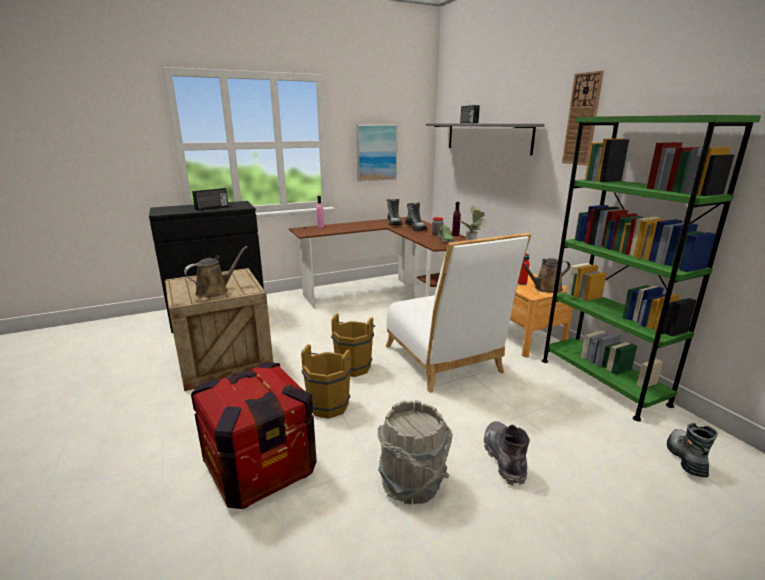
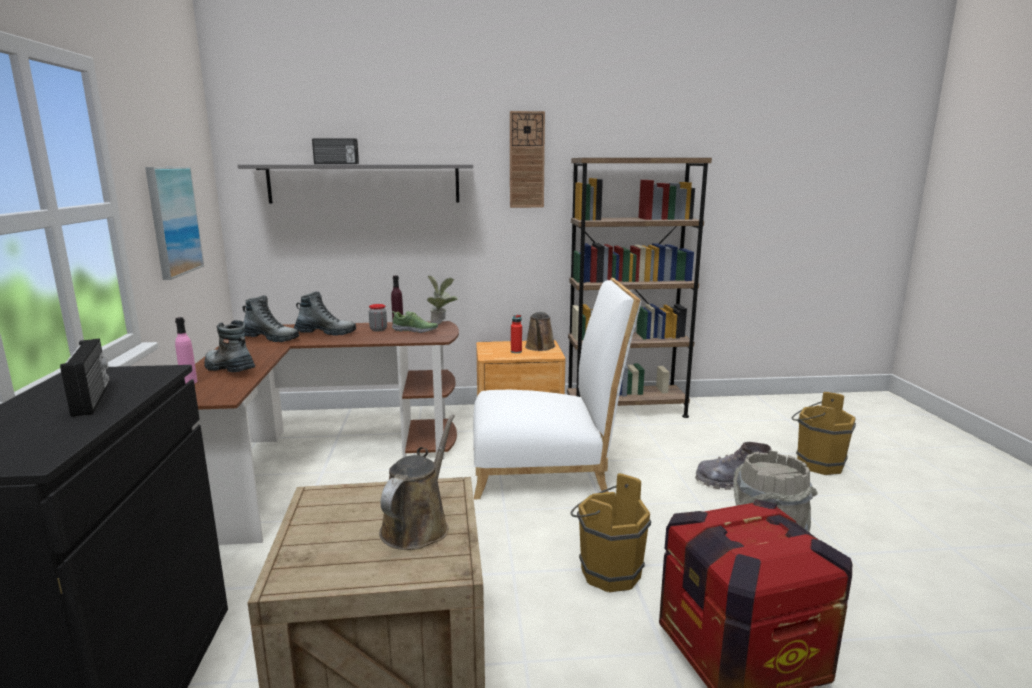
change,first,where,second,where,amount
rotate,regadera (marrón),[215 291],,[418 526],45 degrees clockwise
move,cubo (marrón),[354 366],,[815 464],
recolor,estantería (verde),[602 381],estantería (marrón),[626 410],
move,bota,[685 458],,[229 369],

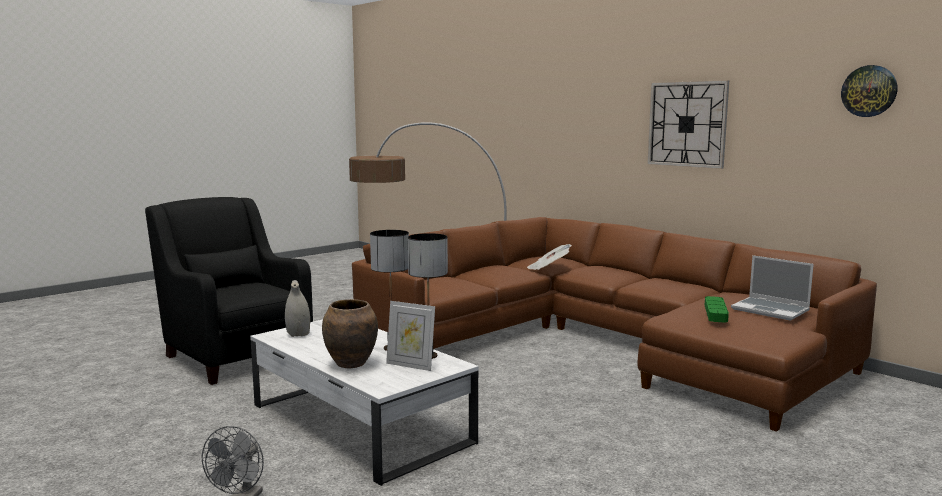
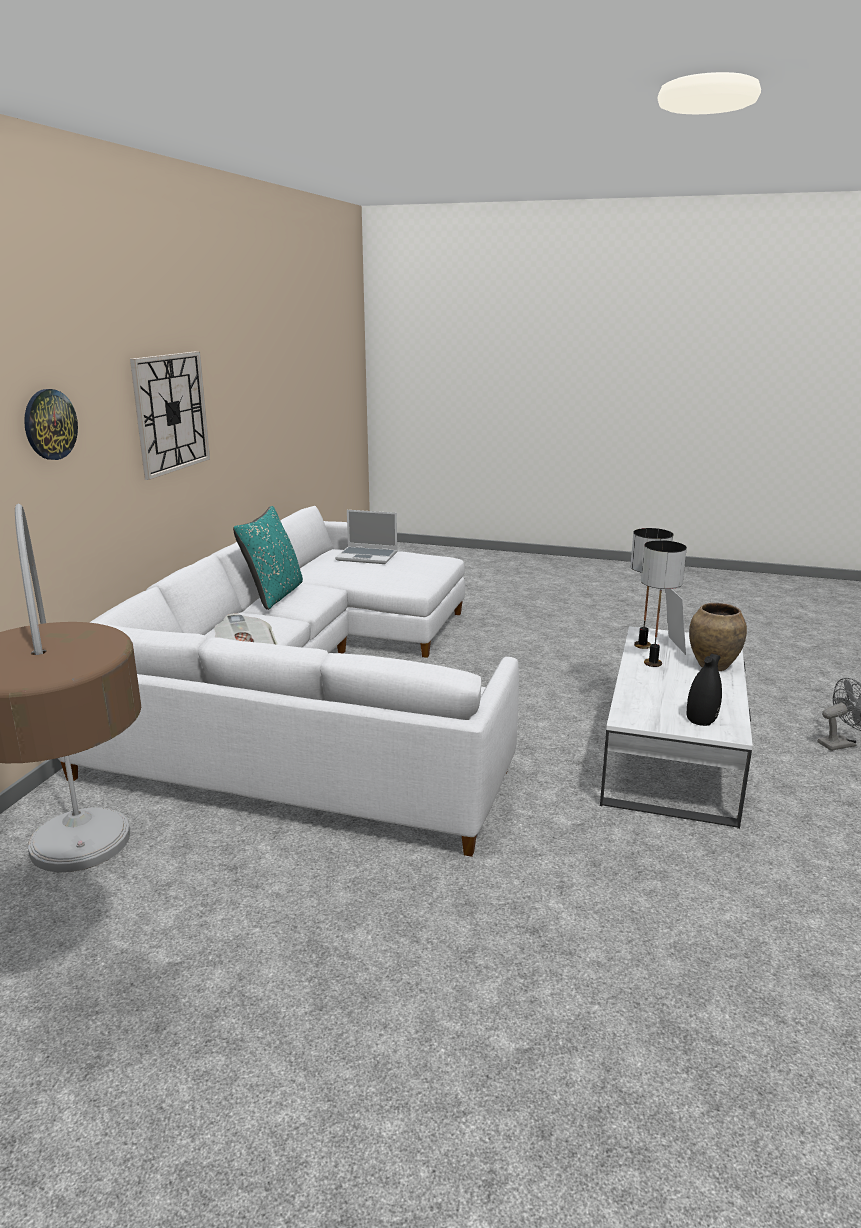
change,first,where,second,where,amount
delete,sillón (negro),[236 355],,,
recolor,florero (blanco),[298 334],florero (negro),[702 719],
recolor,sofá (marrón),[601 343],sofá (blanco),[310 692],
delete,bandeja (verde),[715 313],,,
rotate,portátil,[771 310],,[368 556],90 degrees clockwise
move,reloj de pared,[869 91],,[49 424],
insert,,,cojín (turquesa),[274 595],

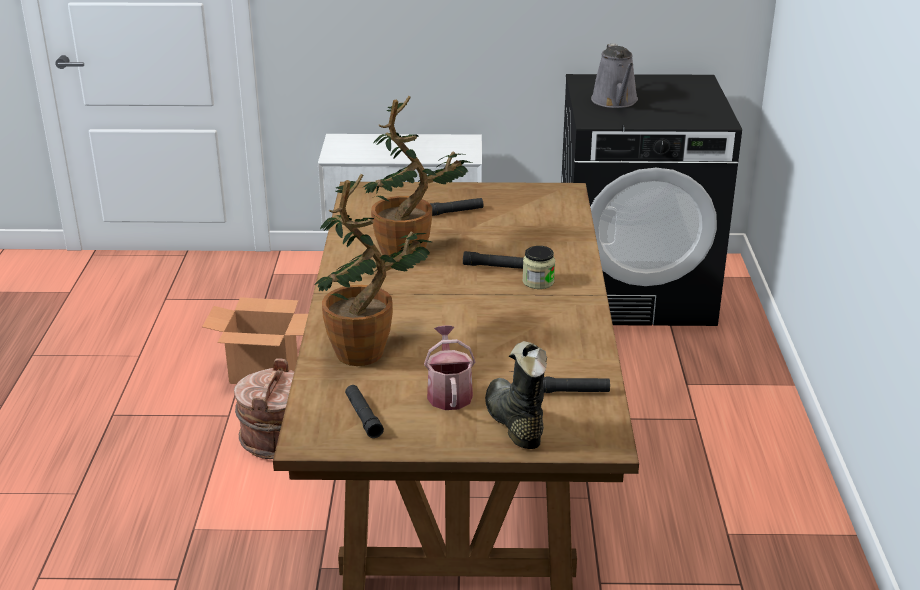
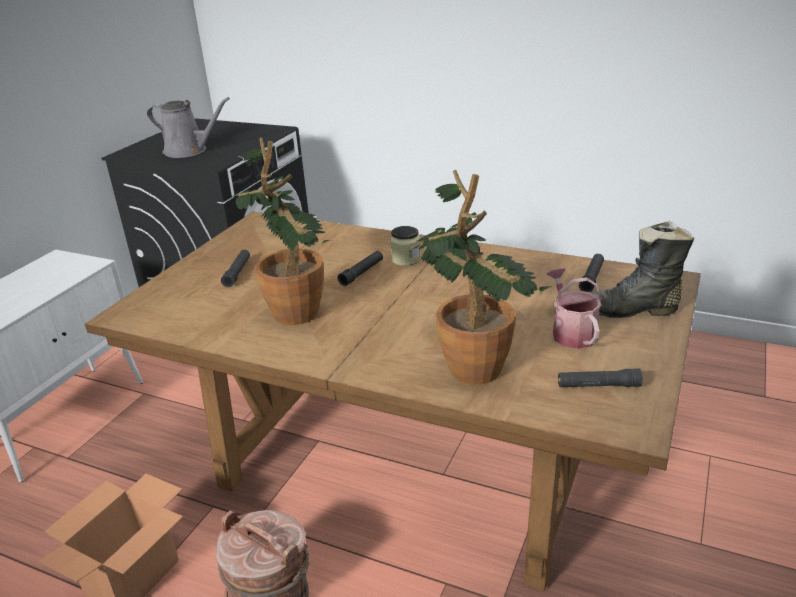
change,first,where,second,where,amount
rotate,regadera,[449 392],,[571 332],60 degrees clockwise

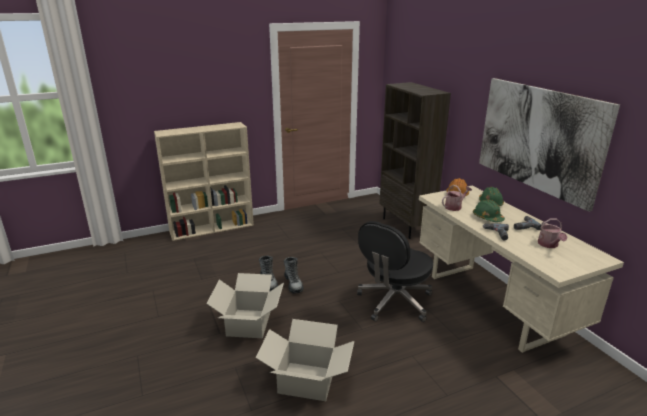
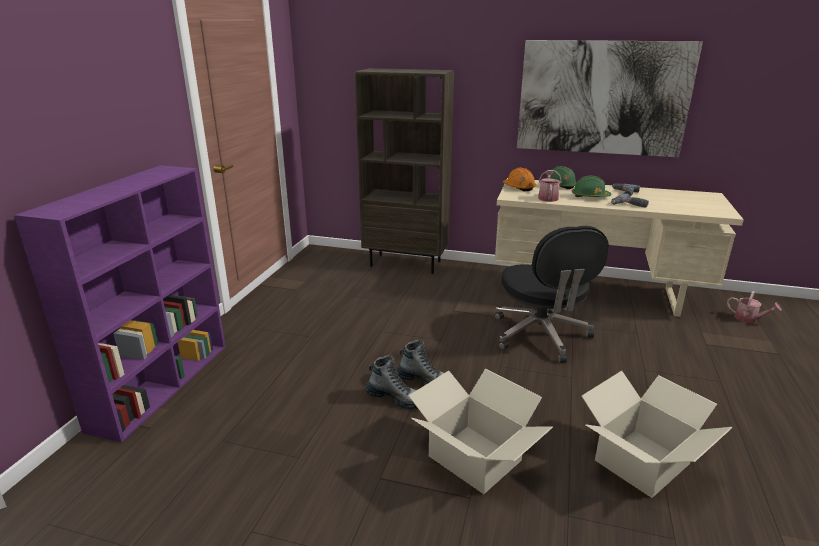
change,first,where,second,where,amount
recolor,estantería (beis),[212 228],estantería (morado),[163 384],
move,regadera,[549 245],,[749 319],

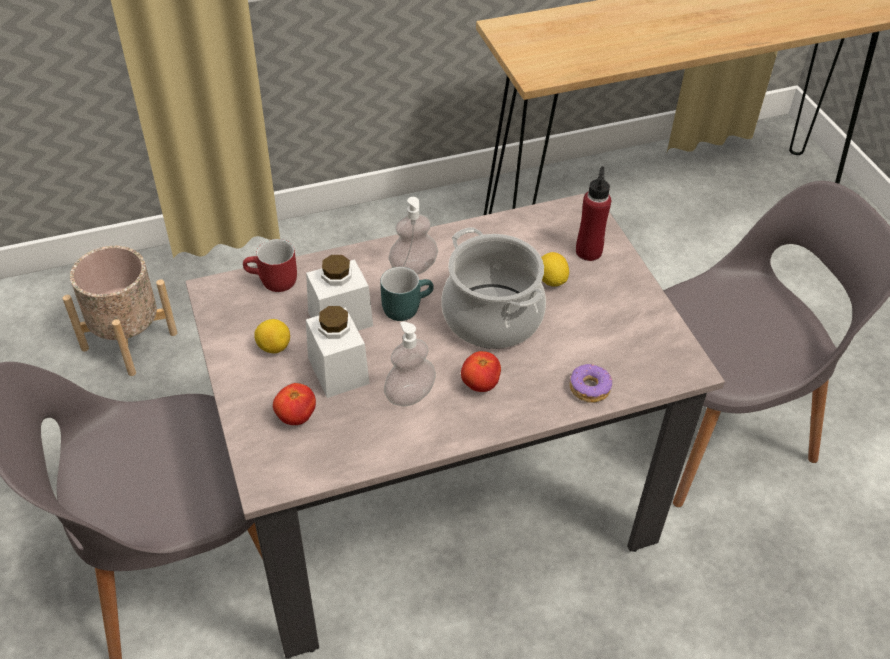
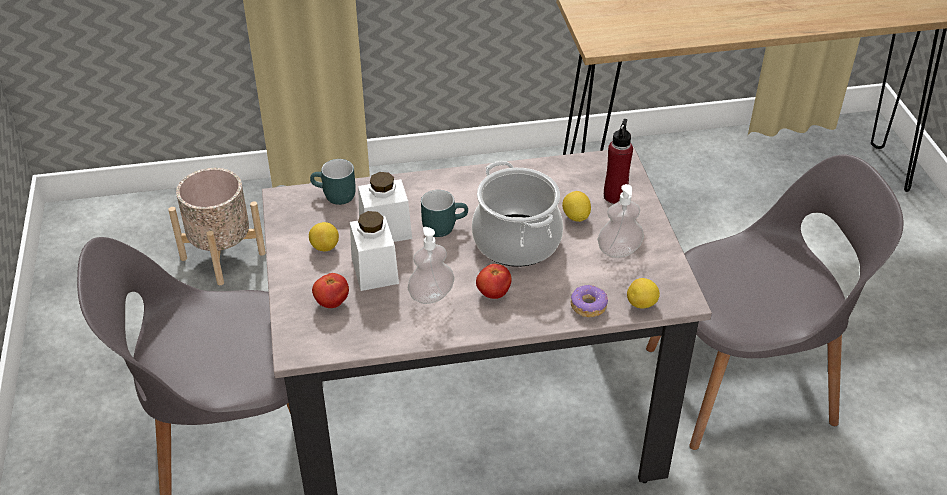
change,first,where,second,where,amount
recolor,taza grande (rojo),[272 282],taza grande (turquesa),[334 197],
move,dispensador de jabón,[413 268],,[619 250],
insert,,,limón,[641 304],

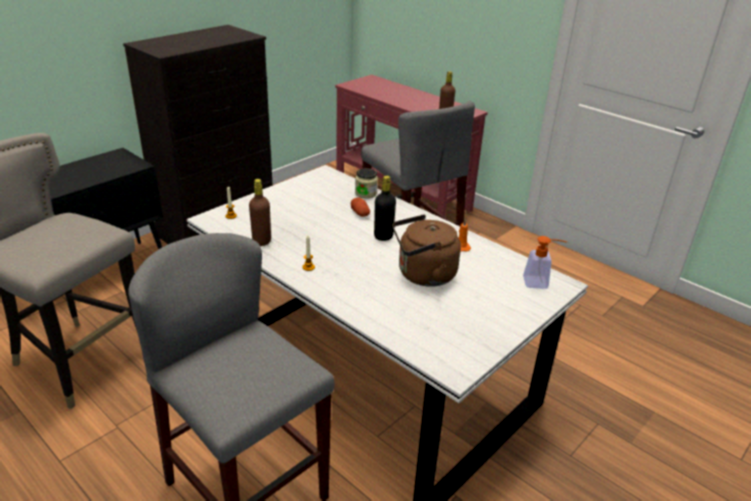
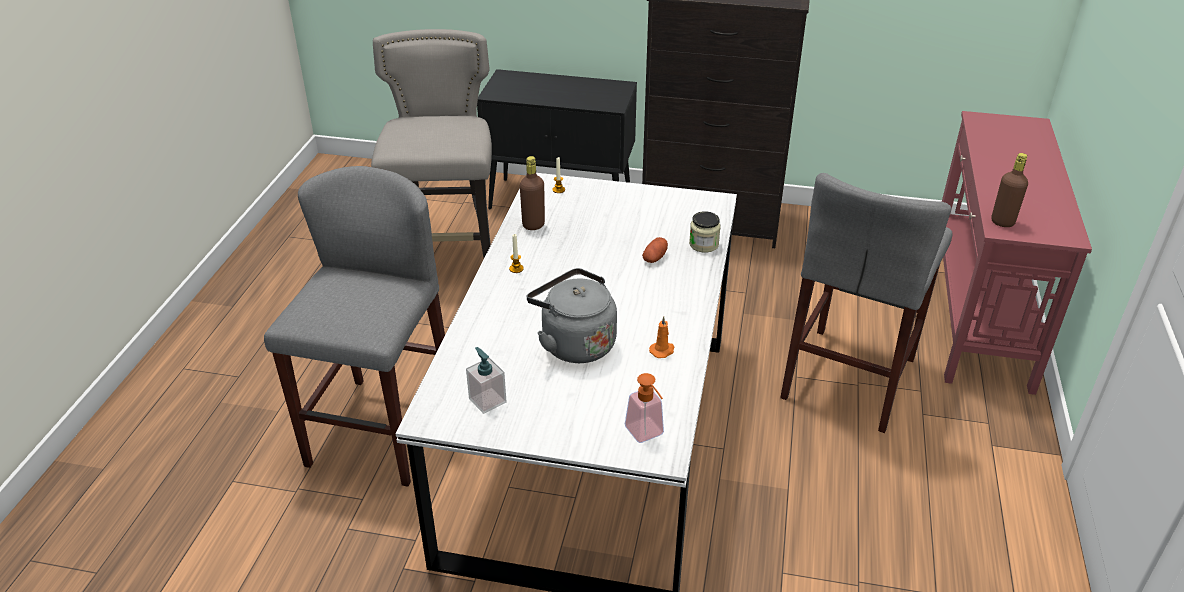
change,first,where,second,where,amount
delete,botella (negro),[383 236],,,
recolor,hervidor (marrón),[423 275],hervidor (gris),[574 343],
insert,,,dispensador de jabón,[487 400],

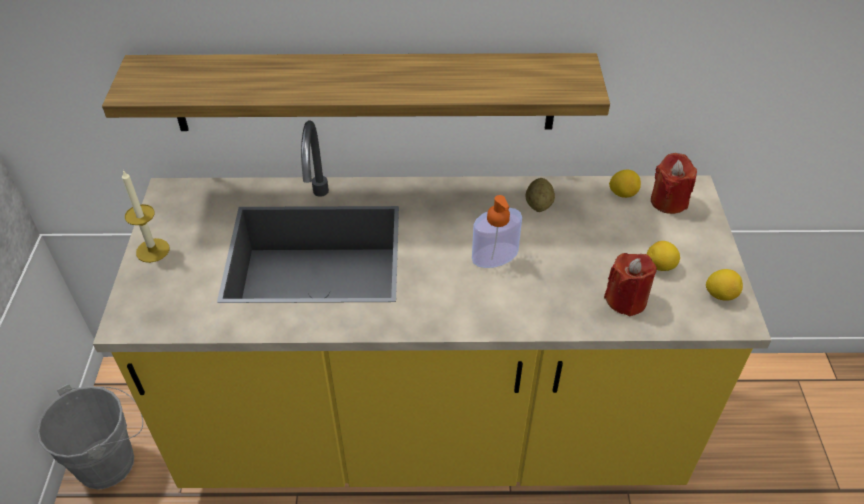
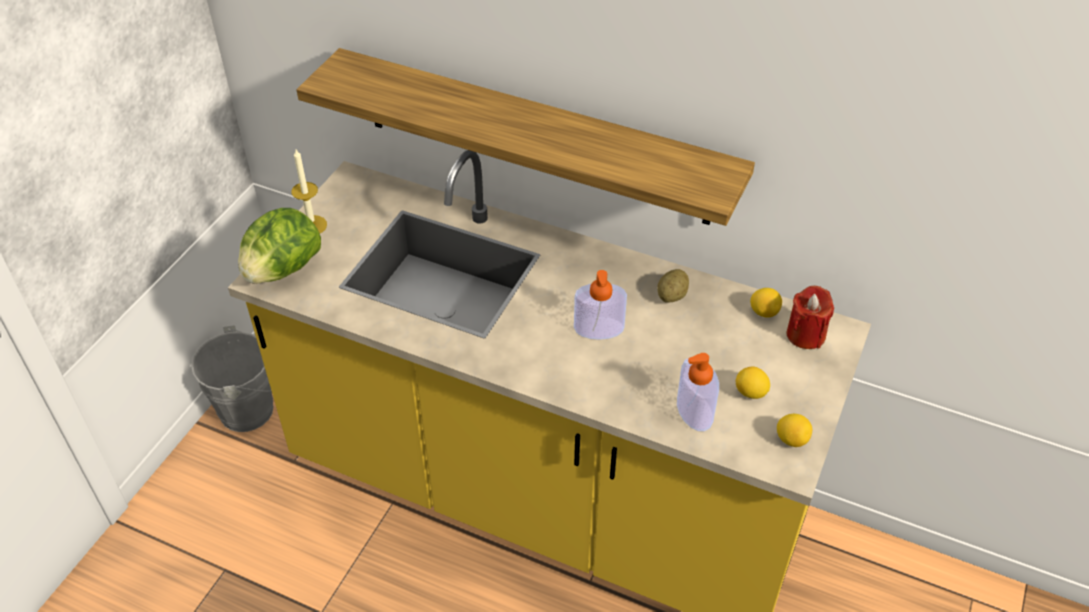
change,first,where,second,where,amount
replace,vela (rojo),[626 300],dispensador de jabón,[694 411],
insert,,,lechuga,[283 270],

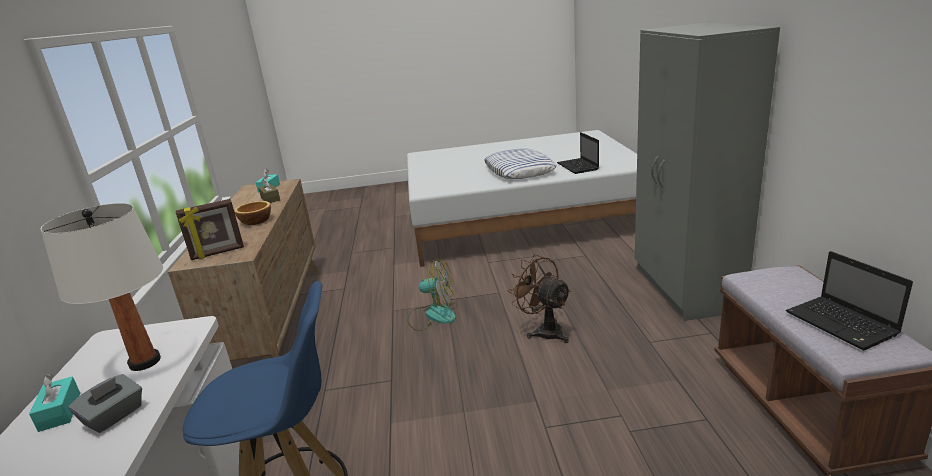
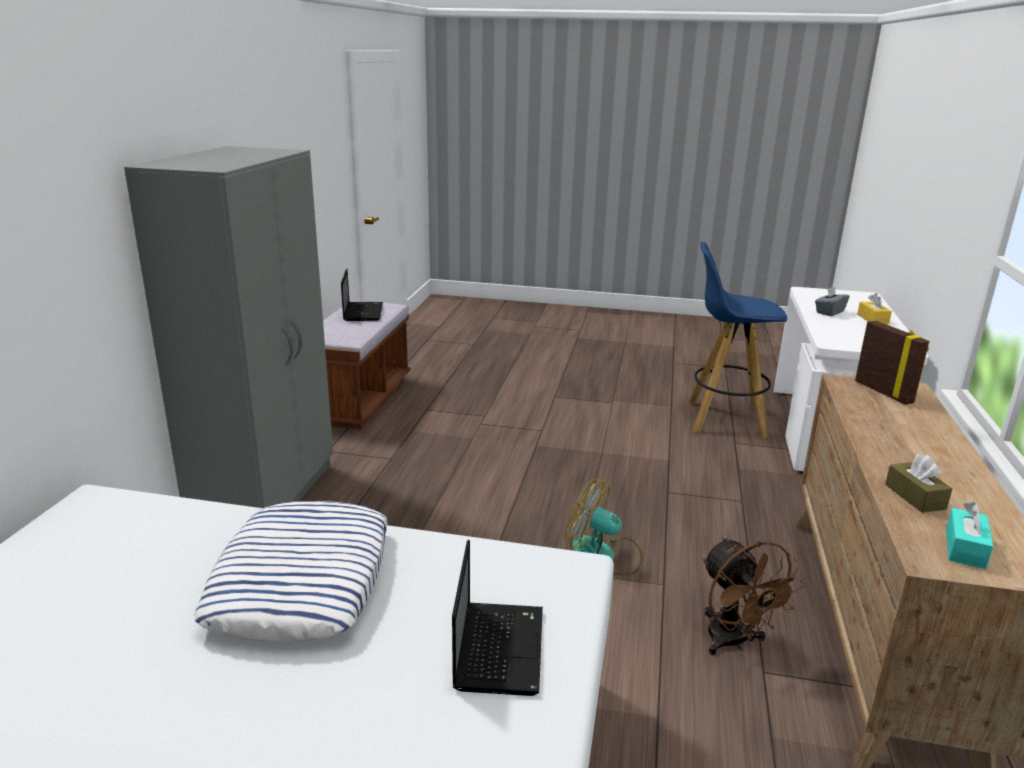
change,first,where,second,where,amount
recolor,caja de pañuelos (turquesa),[60 411],caja de pañuelos (amarillo),[872 319],
delete,lámpara de mesa (blanco),[145 362],,,
rotate,portarretratos,[218 253],,[884 392],75 degrees clockwise
delete,cuenco,[255 221],,,
move,ventilador (marrón),[544 330],,[734 642],
move,portátil,[578 167],,[498 647],

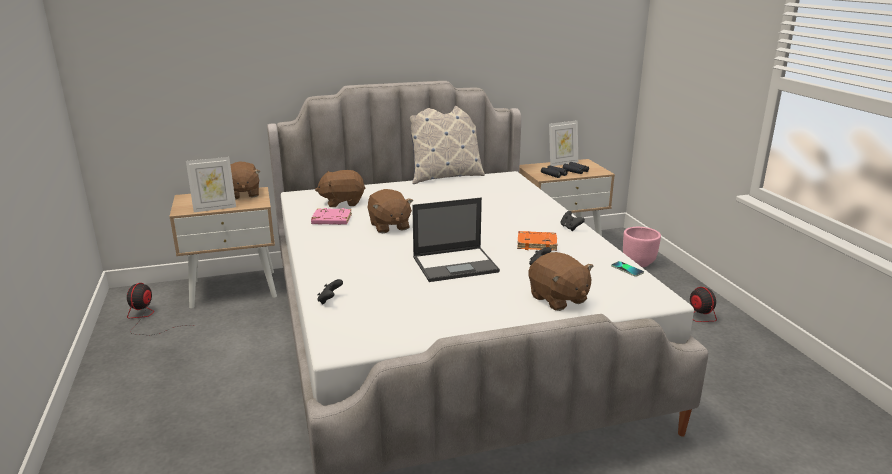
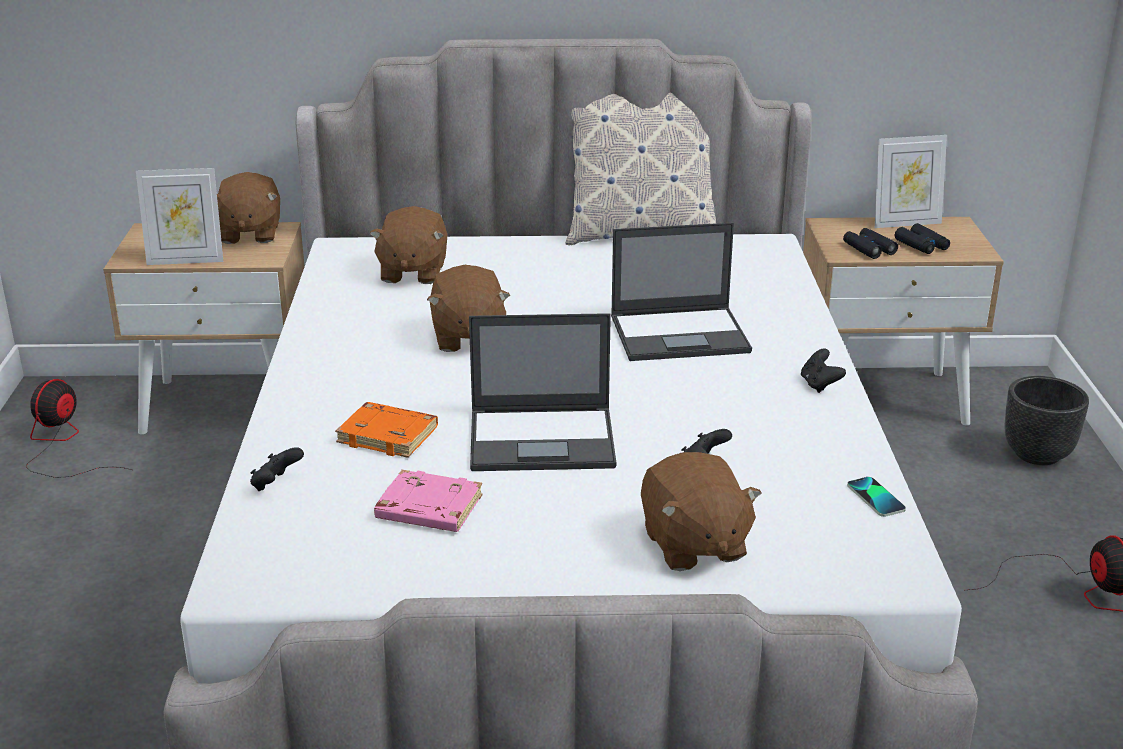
change,first,where,second,where,amount
move,libro (rosa),[331 220],,[427 509],
rotate,peluche (marrón),[342 202],,[412 273],90 degrees counterclockwise
move,libro (naranja),[537 244],,[389 435],
recolor,maceta (rosa),[638 263],maceta (negro),[1036 454],
insert,,,portátil,[681 334],

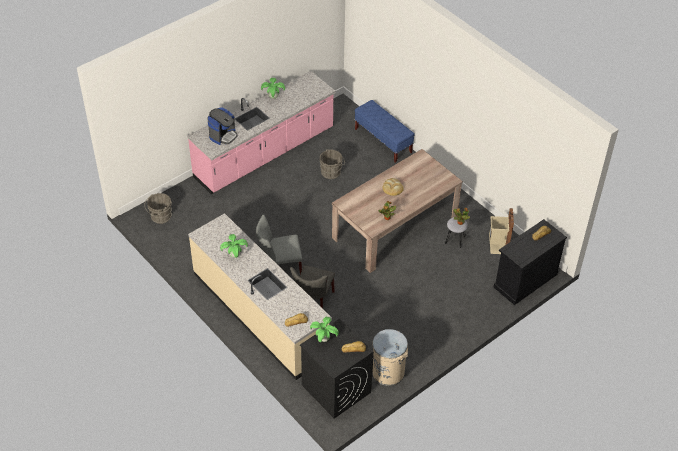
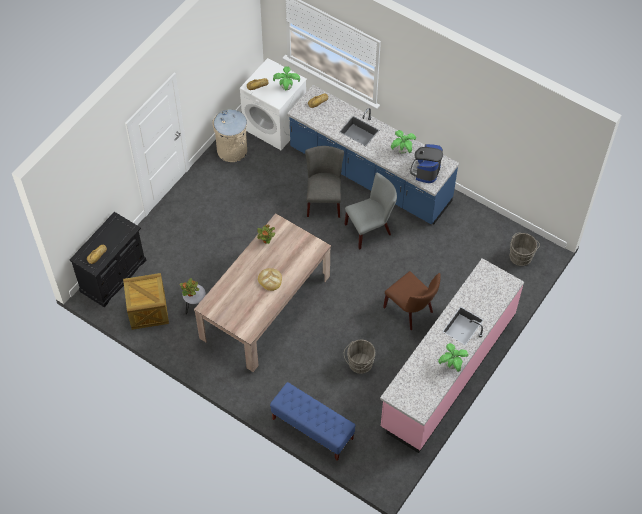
change,first,where,second,where,amount
recolor,mueble bajo de cocina (beis),[260 314],mueble bajo de cocina (azul),[369 176],
move,cafetera,[223 135],,[426 171],
recolor,lavadora (negro),[335 388],lavadora (blanco),[275 125],
replace,papelera (beis),[497 246],caja de embalaje,[148 310],
insert,,,silla (marrón),[411 311],

